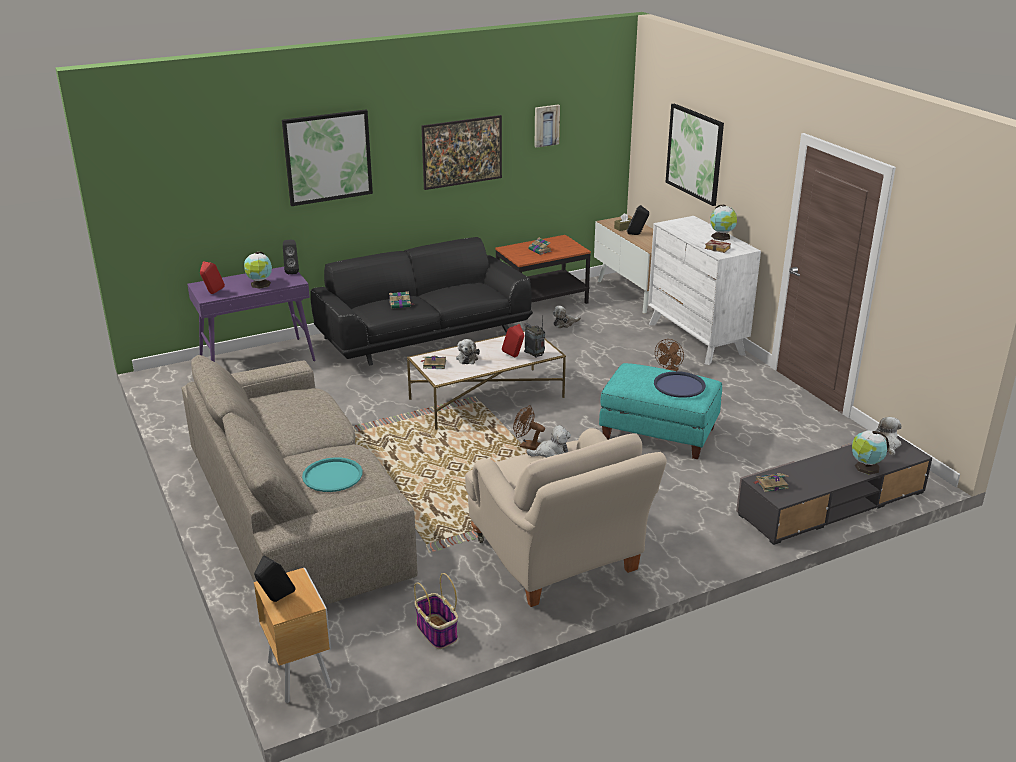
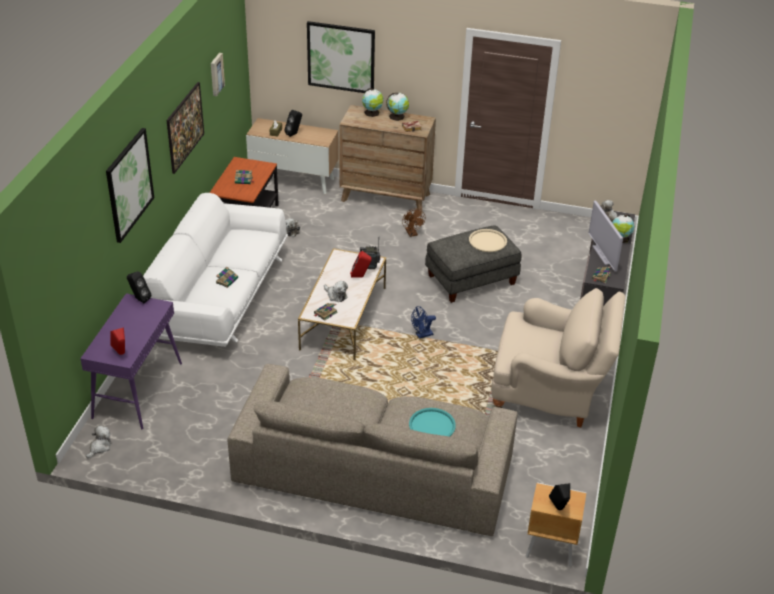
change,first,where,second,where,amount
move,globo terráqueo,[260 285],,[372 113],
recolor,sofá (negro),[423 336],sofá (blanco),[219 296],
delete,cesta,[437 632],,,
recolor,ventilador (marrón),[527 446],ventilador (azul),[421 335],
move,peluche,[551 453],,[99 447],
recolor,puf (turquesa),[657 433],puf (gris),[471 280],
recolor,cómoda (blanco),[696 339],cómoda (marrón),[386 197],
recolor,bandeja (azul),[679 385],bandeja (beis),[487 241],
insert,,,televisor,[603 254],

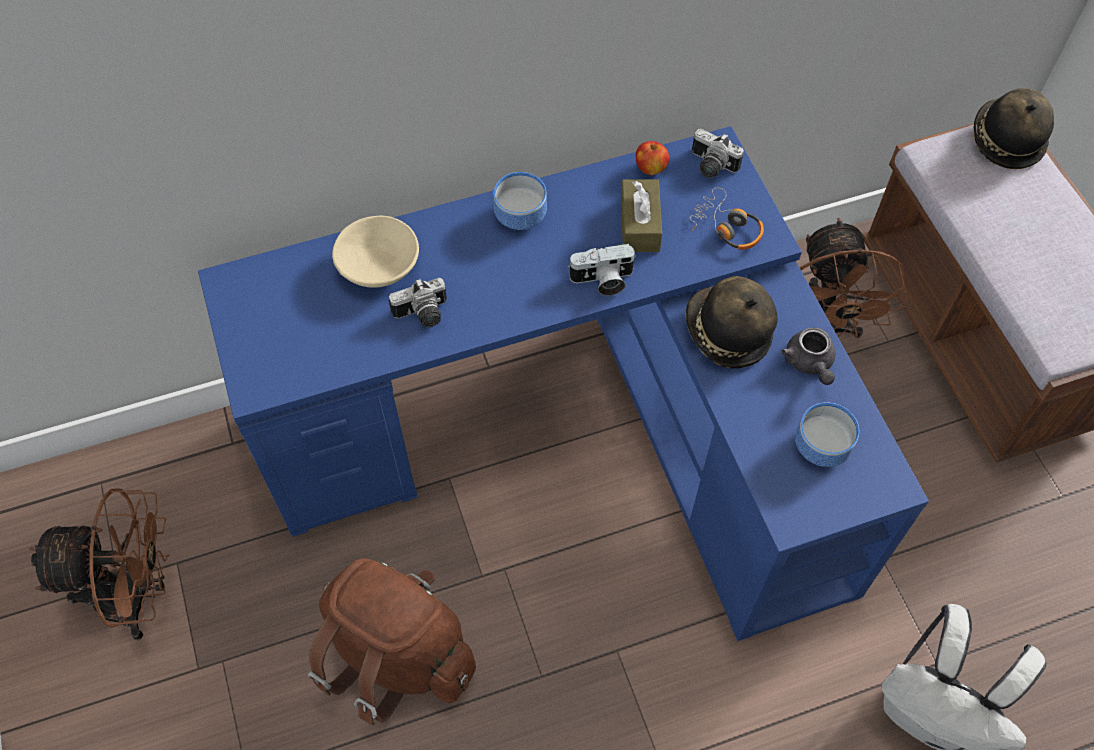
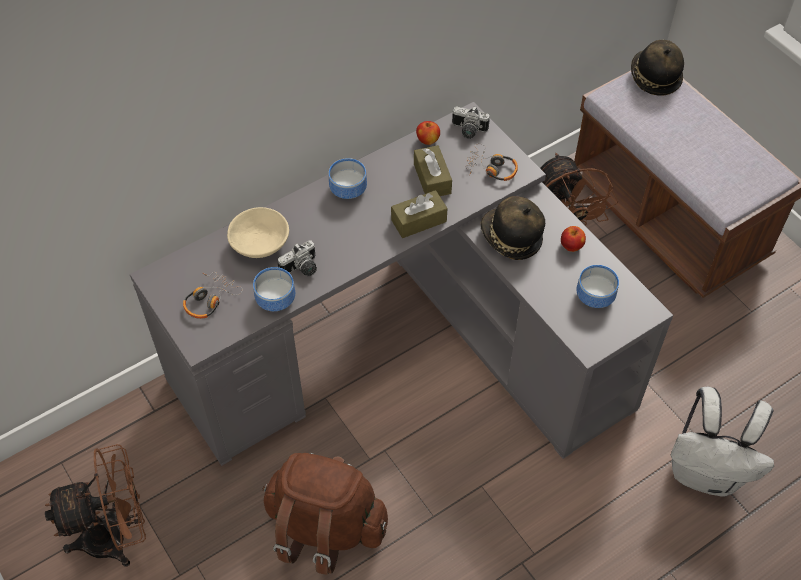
change,first,where,second,where,amount
recolor,escritorio (azul),[578 431],escritorio (gris),[409 343],
replace,cámara,[602 281],caja de pañuelos (marrón),[418 221],
replace,tetera (gris),[809 364],manzana,[571 246],
insert,,,auriculares,[210 299],
insert,,,cuenco,[274 299],

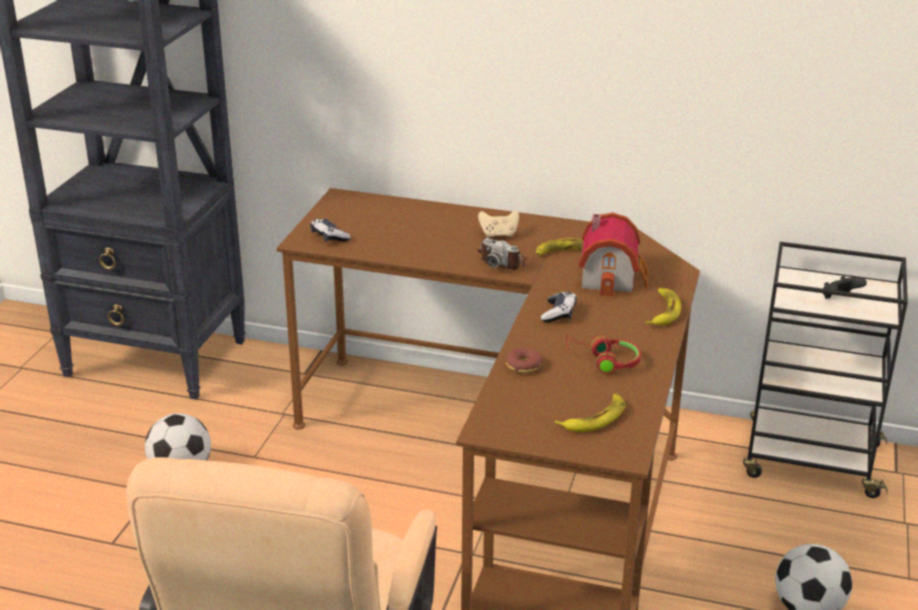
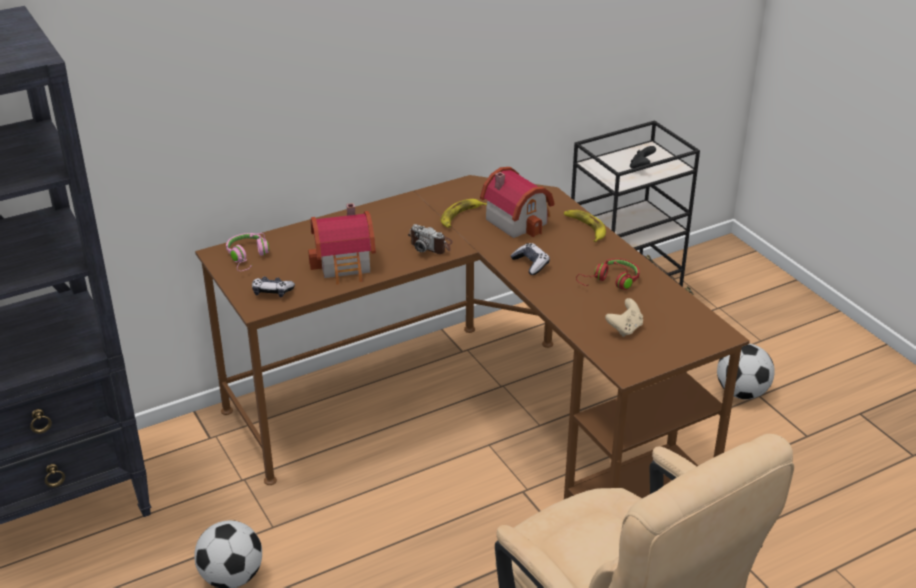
change,first,where,second,where,amount
move,mando de consola (beis),[499 235],,[625 329],
rotate,cámara,[503 261],,[431 245],45 degrees clockwise
delete,rosquilla,[523 366],,,
delete,plátano,[594 418],,,
insert,,,auriculares (rosa),[248 257],
insert,,,casita,[346 264],

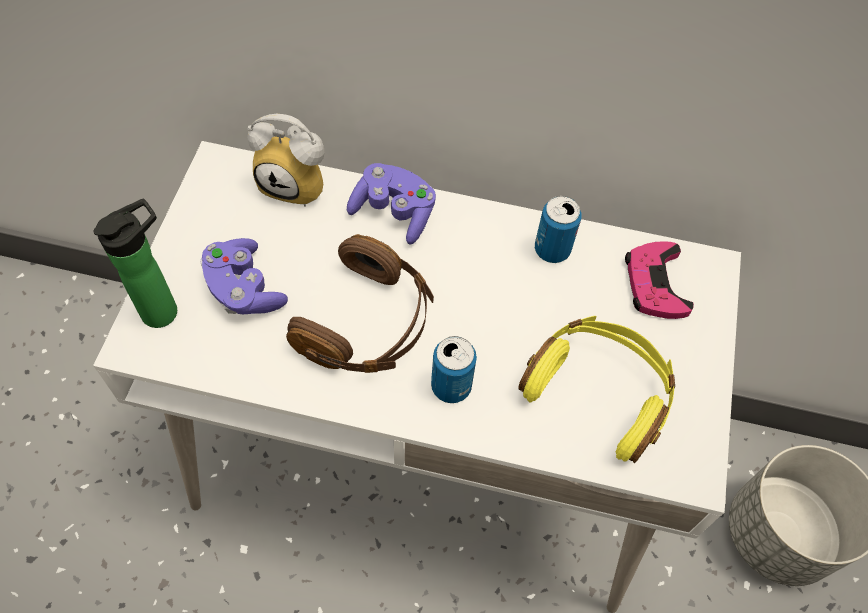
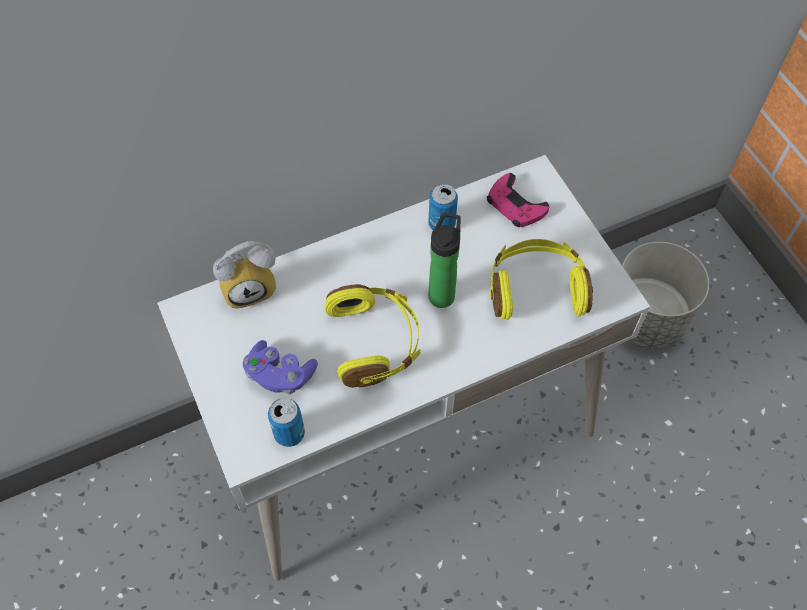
change,first,where,second,where,amount
move,botella,[165 309],,[442 293],
recolor,auriculares (marrón),[367 324],auriculares (amarillo),[375 342],
delete,mando de consola (morado),[394 213],,,
move,lata,[451 386],,[289 433],

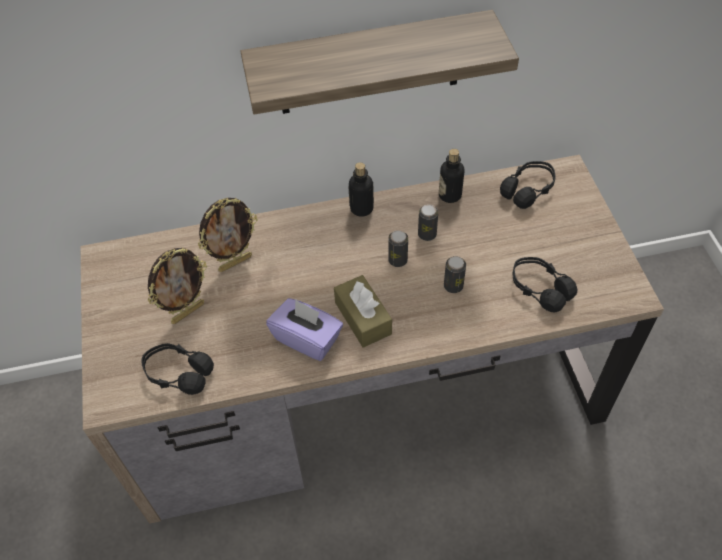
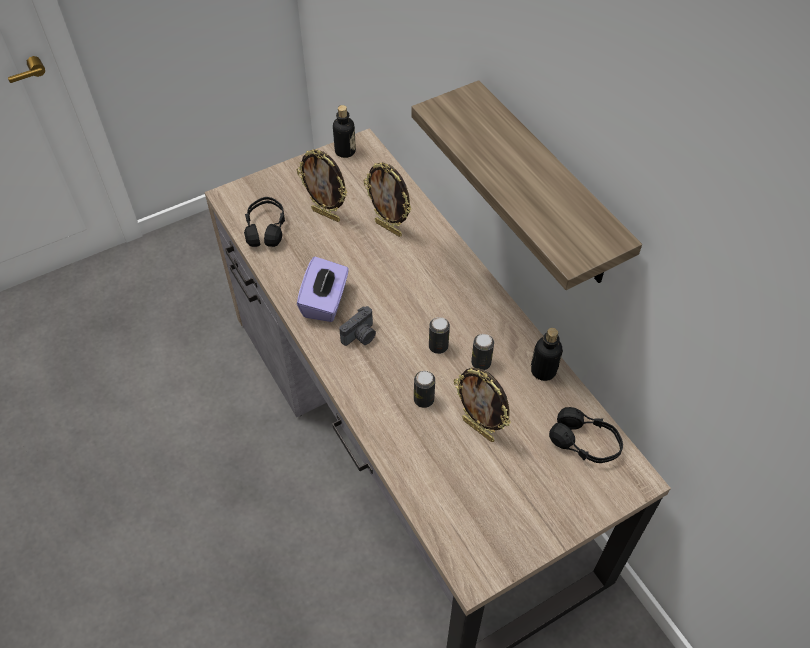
change,first,where,second,where,amount
replace,caja de pañuelos (marrón),[363 318],cámara,[360 336],
move,botella,[361 208],,[345 151],
delete,auriculares (negro),[539 289],,,
insert,,,portarretratos,[479 429],

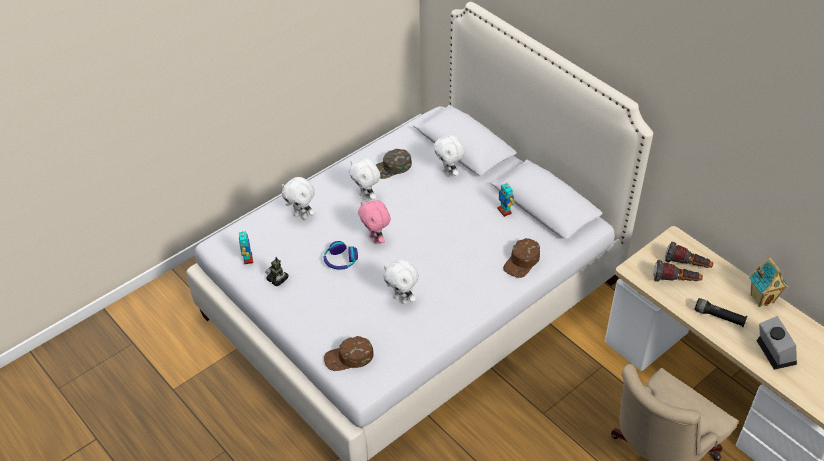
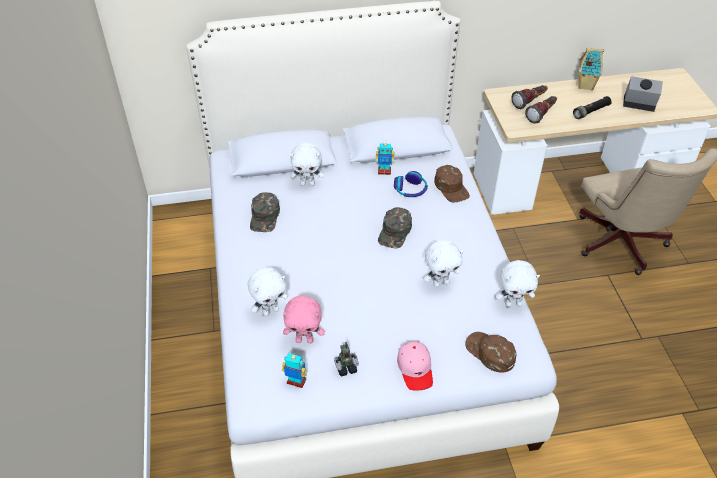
change,first,where,second,where,amount
move,auriculares,[340 260],,[410 190],
rotate,gorra (marrón),[349 358],,[489 353],120 degrees clockwise
move,peluche (blanco),[366 197],,[513 303],
move,peluche (rosa),[376 239],,[305 340],
insert,,,gorra (verde),[395 232],
insert,,,gorra (rosa),[415 369],

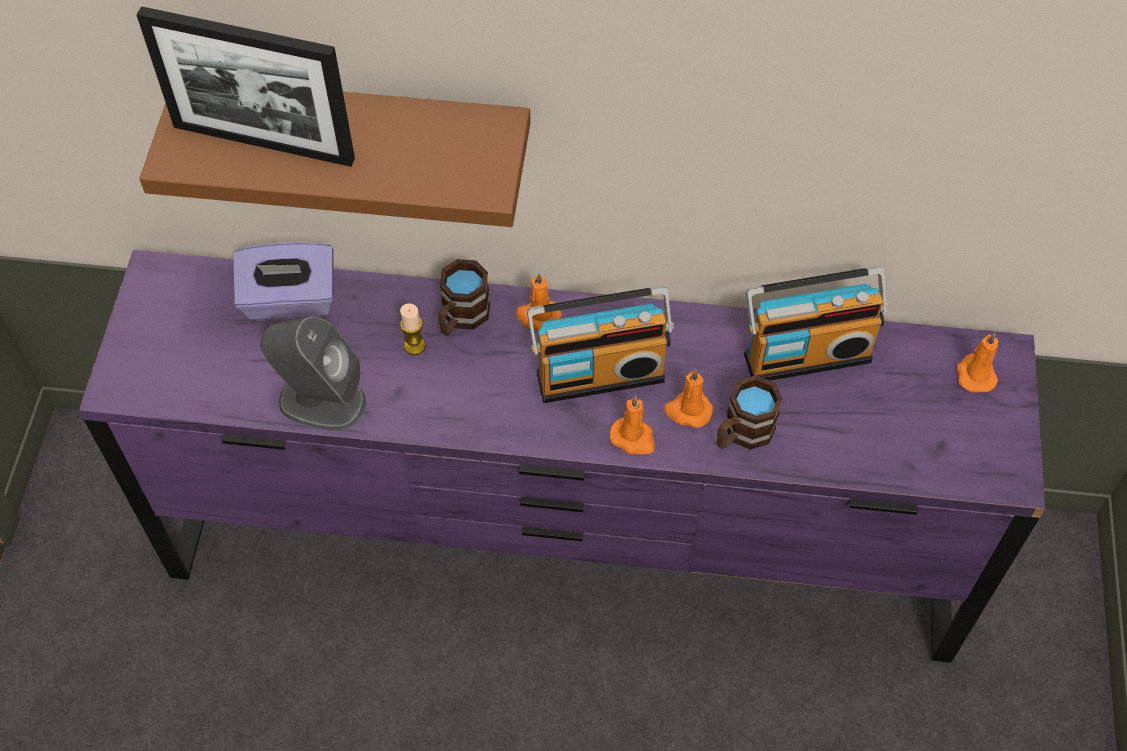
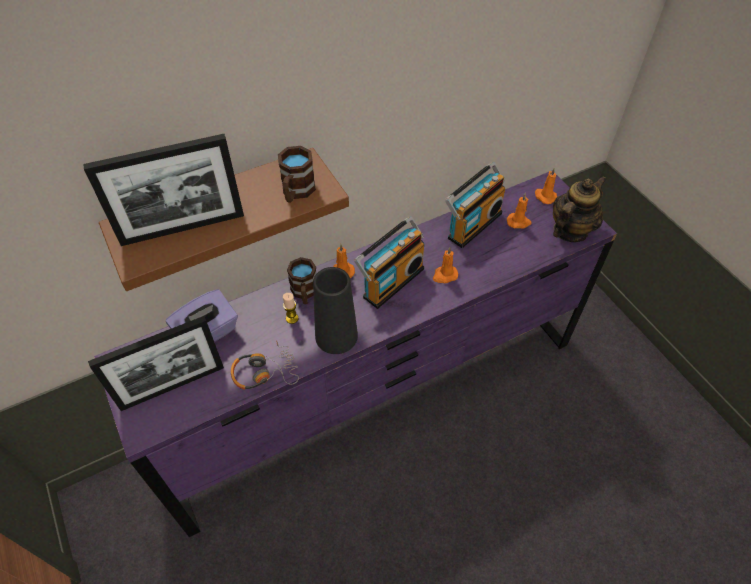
change,first,where,second,where,amount
replace,altavoz (gris),[321 401],auriculares,[264 372],
move,vela (naranja),[633 438],,[518 222],
move,taza grande (marrón),[742 433],,[296 192],
insert,,,portarretratos,[172 386],
insert,,,florero (negro),[336 336],
insert,,,tetera,[570 230],

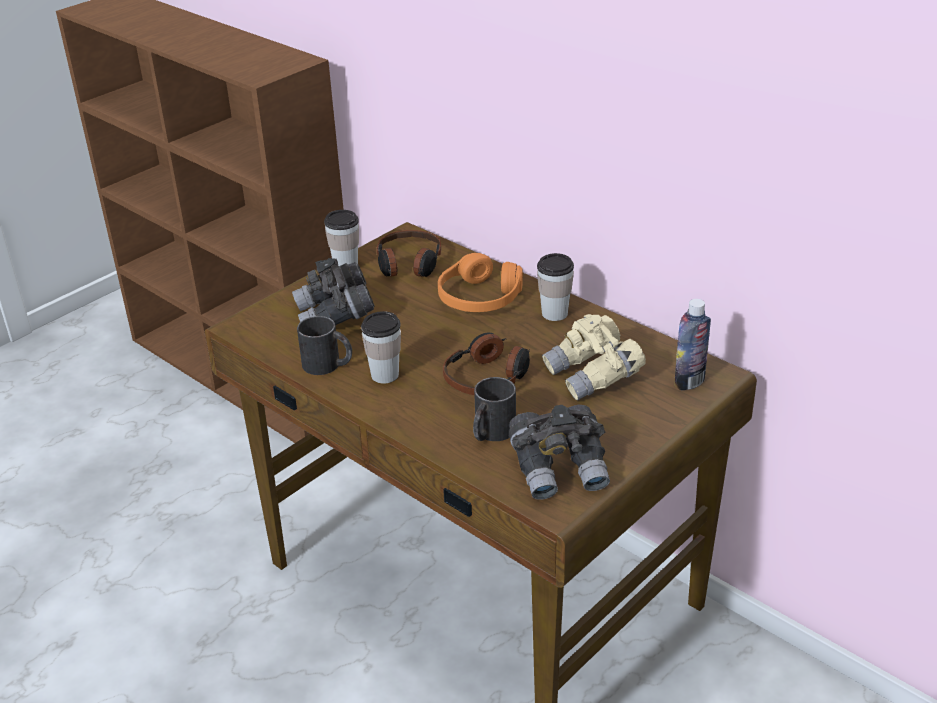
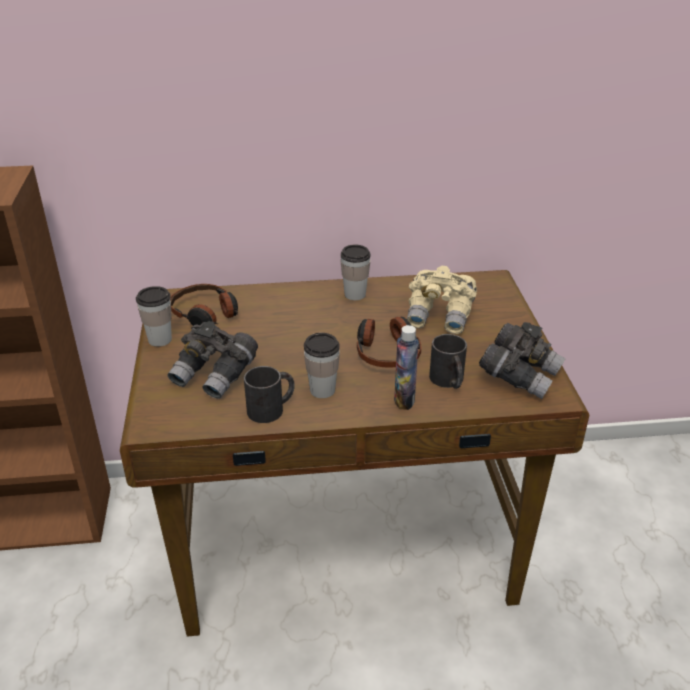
change,first,where,second,where,amount
delete,auriculares (naranja),[479 298],,,
move,botella,[689 382],,[404 400],

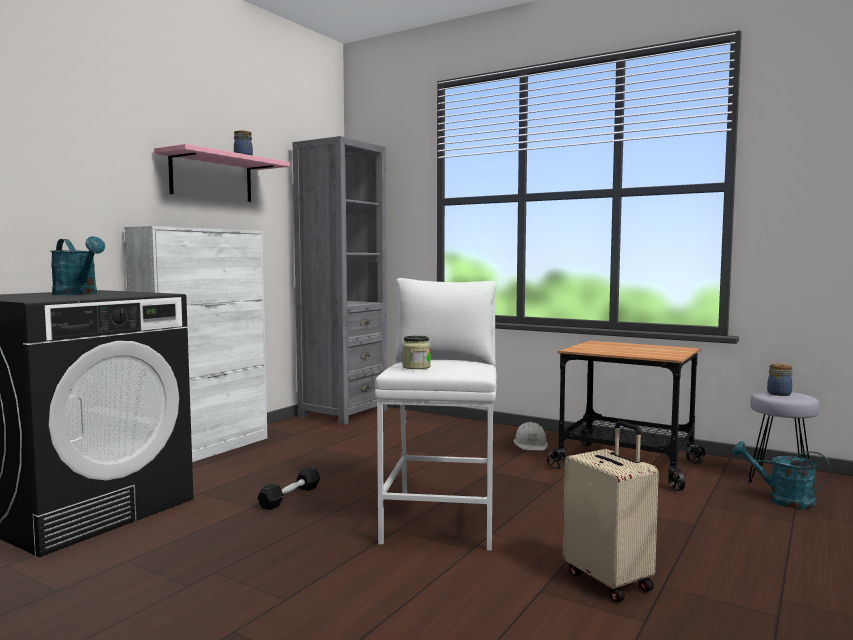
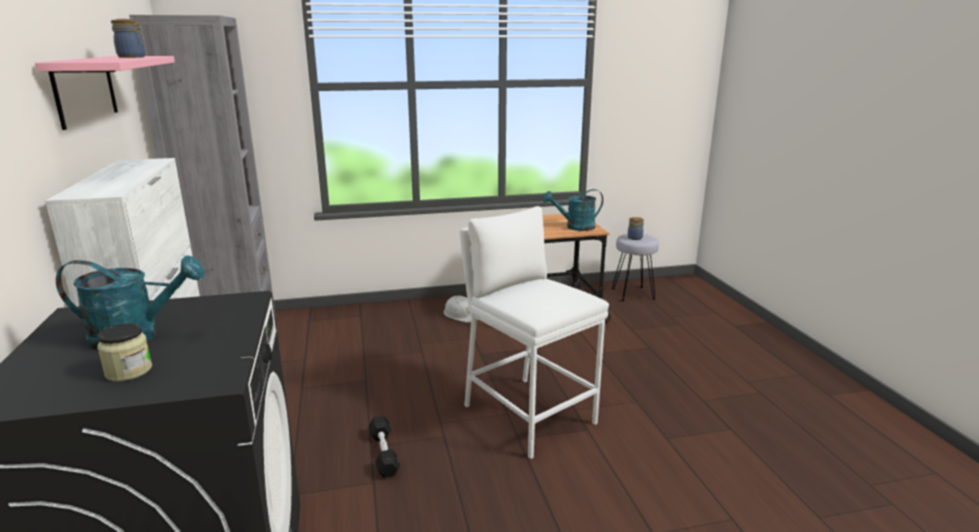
change,first,where,second,where,amount
move,tarro,[416 367],,[129 371],
delete,maleta (beis),[609 580],,,
move,regadera (turquesa),[782 500],,[575 227],

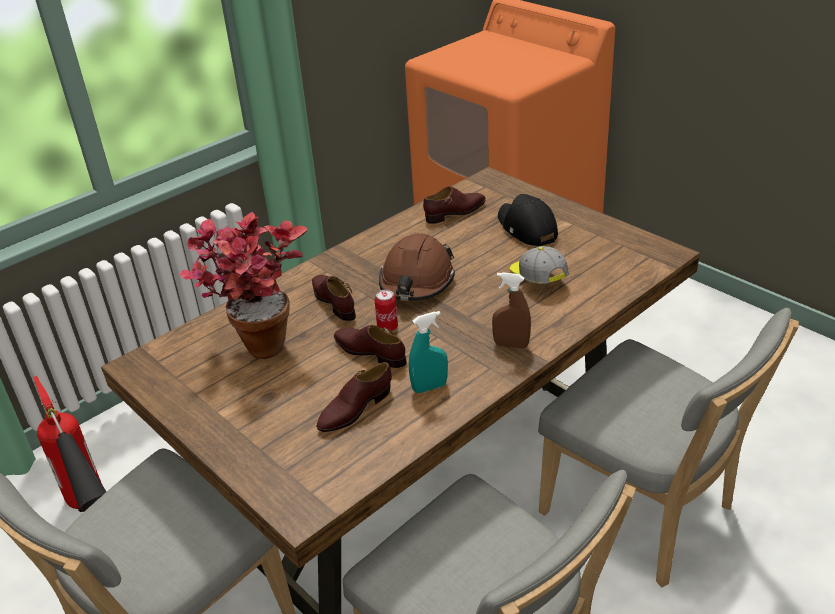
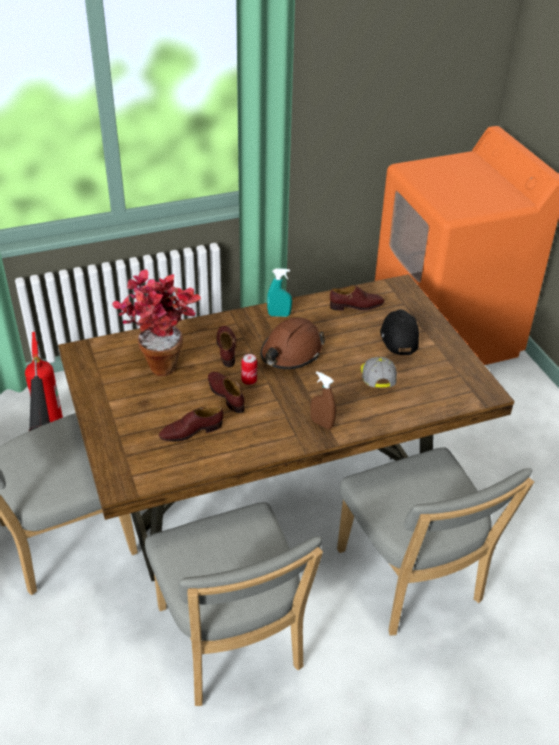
change,first,where,second,where,amount
move,pulverizador (turquesa),[429 387],,[279 315],

